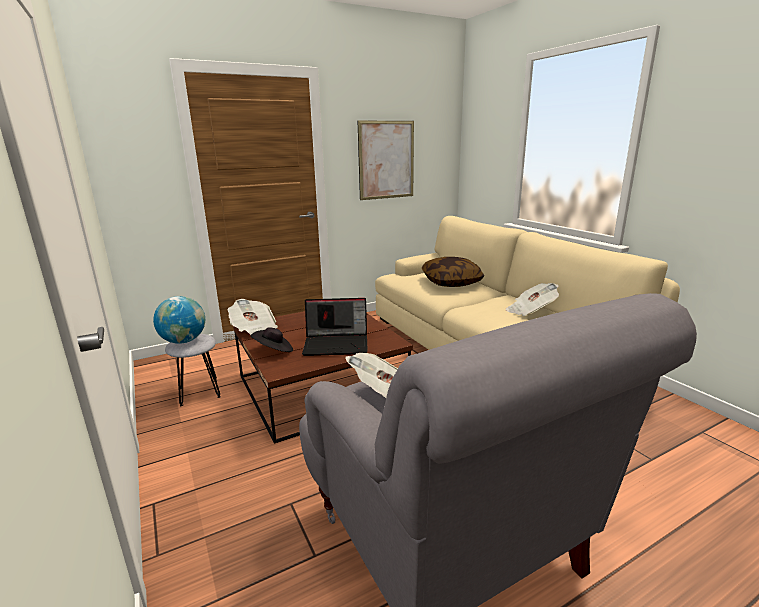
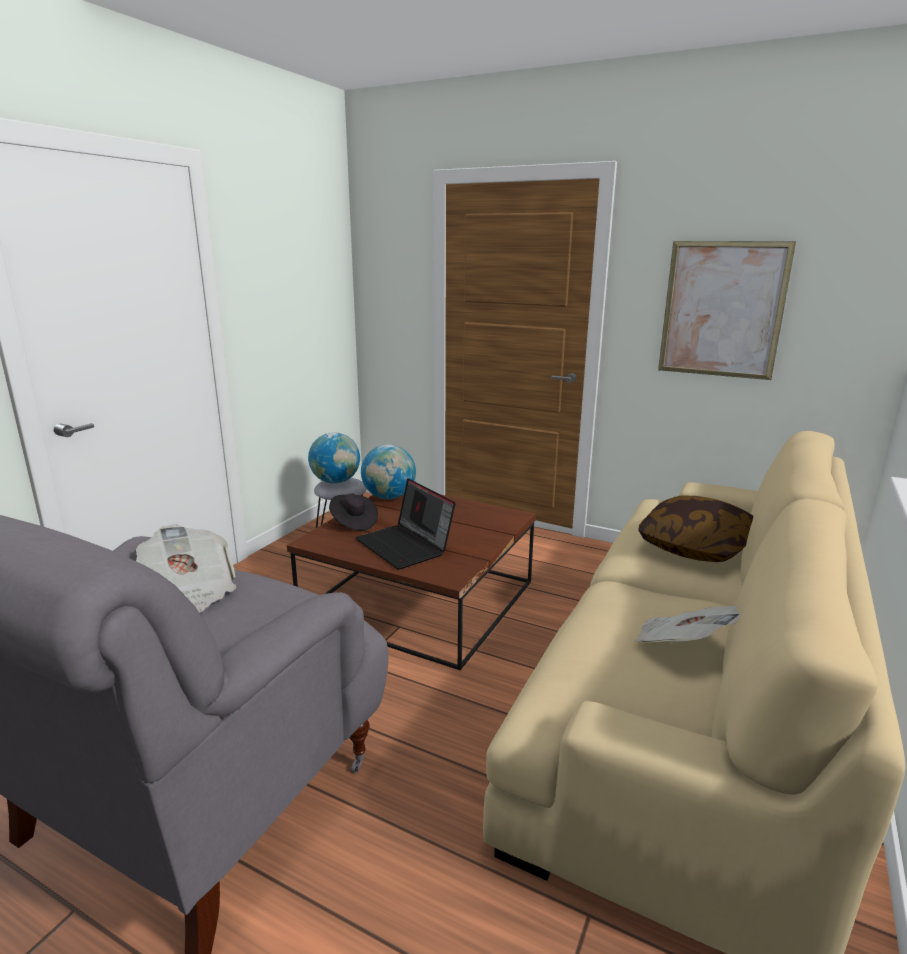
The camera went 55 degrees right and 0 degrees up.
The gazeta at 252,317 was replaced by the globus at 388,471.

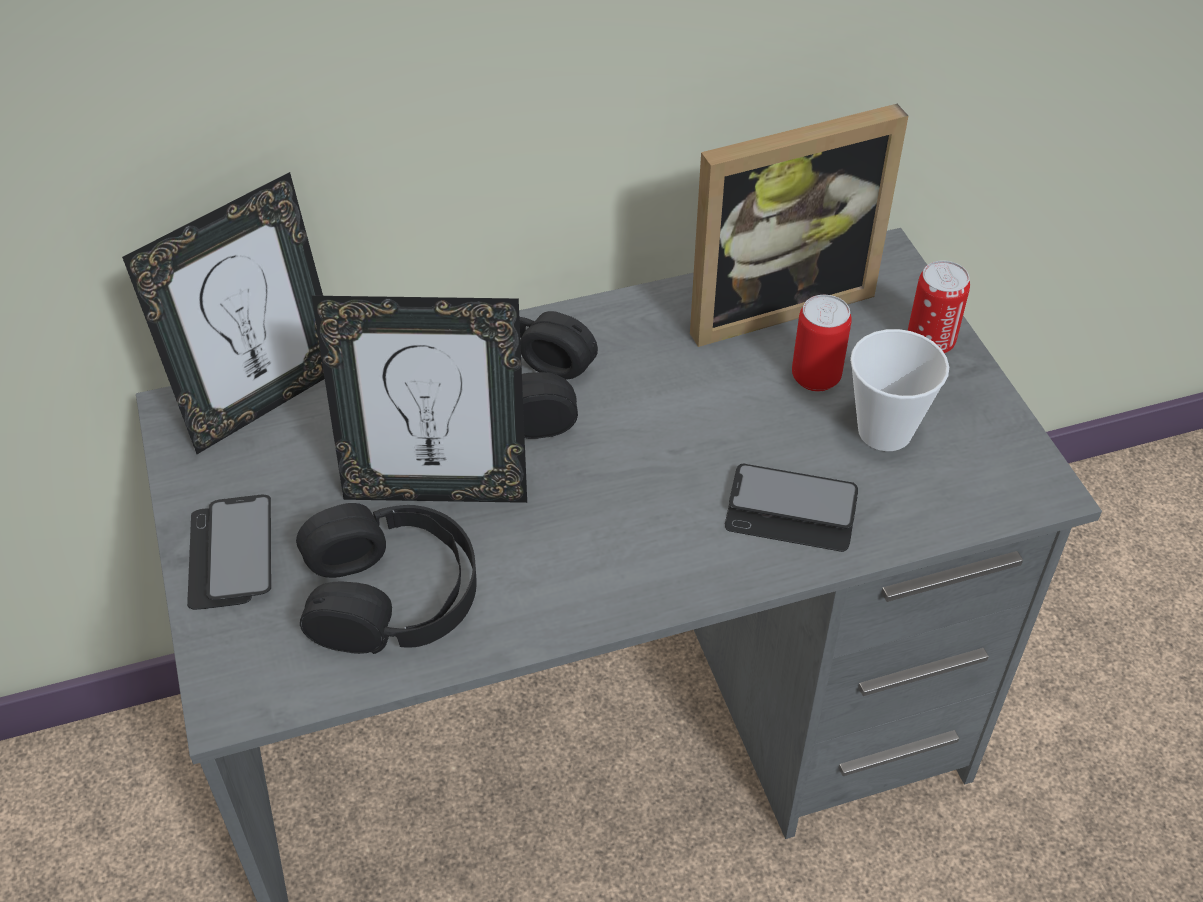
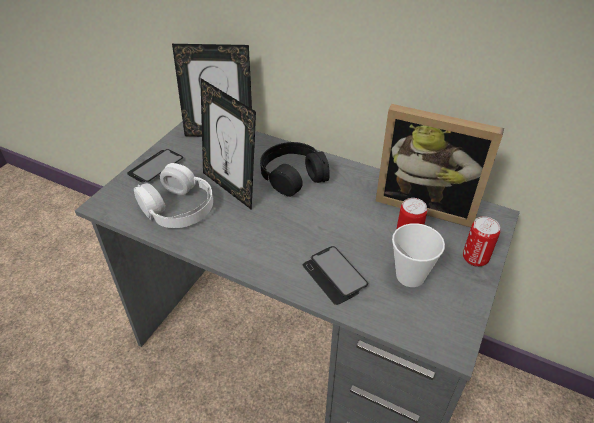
The camera went 45 degrees right and 5 degrees down.
The słuchawki [czarny] at 386,578 became the słuchawki [biały] at 173,195.

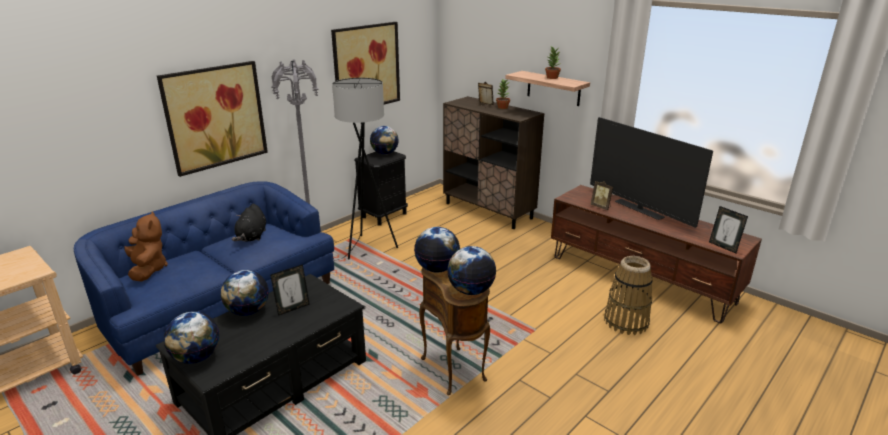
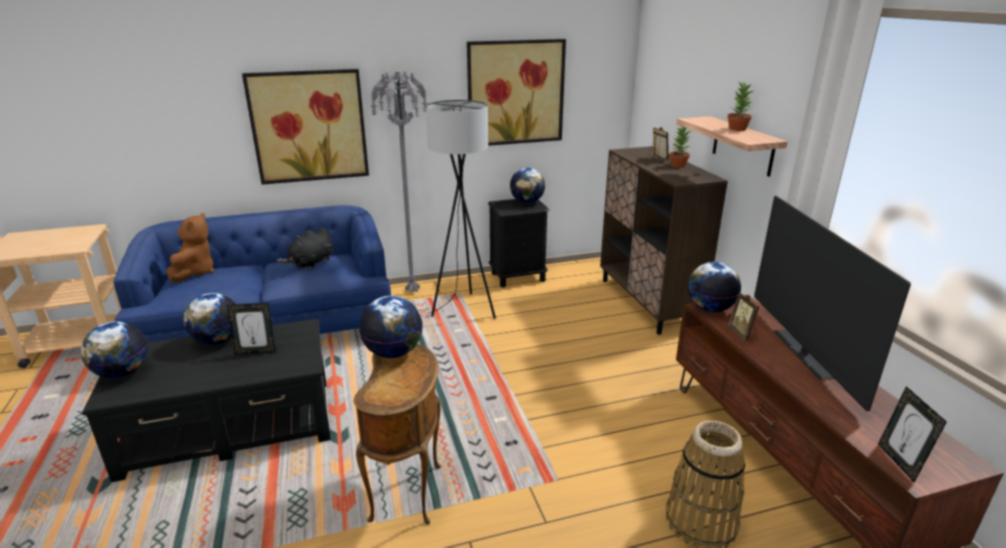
The camera went 30 degrees right and 0 degrees up.
The globus moved from 471,270 to 714,287.

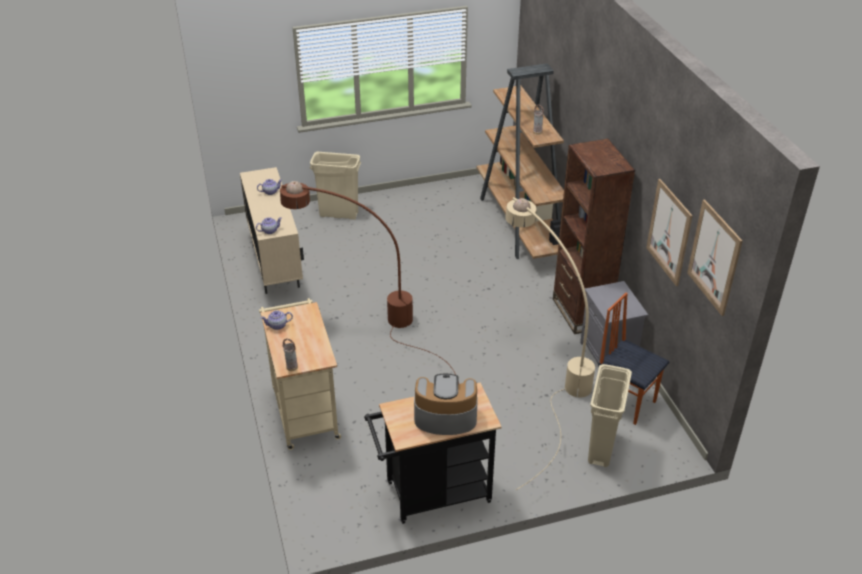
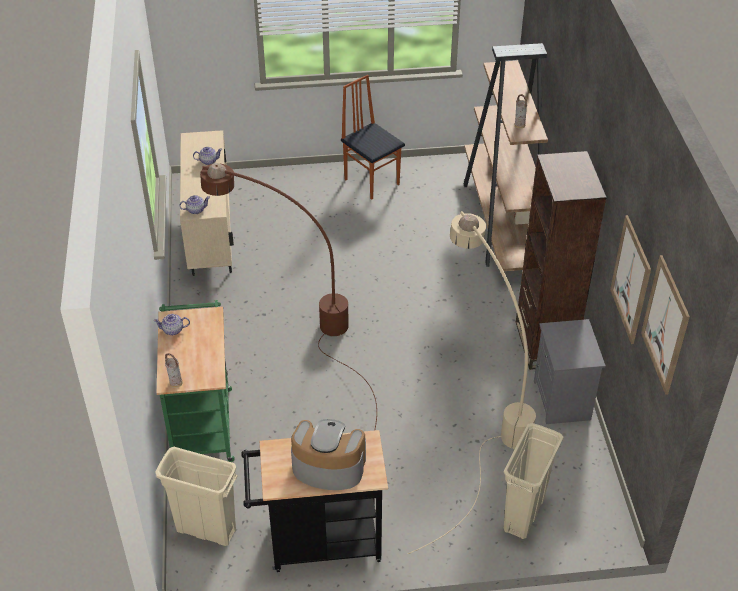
The camera went 10 degrees right and 5 degrees up.
The kosz na śmieci [beżowy] moved from 335,186 to 196,496.
The wózek [beżowy] at 300,374 became the wózek [zielony] at 196,381.
The krzesło moved from 633,359 to 373,137.

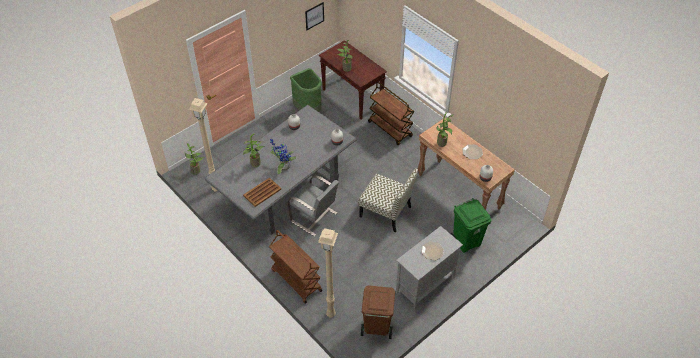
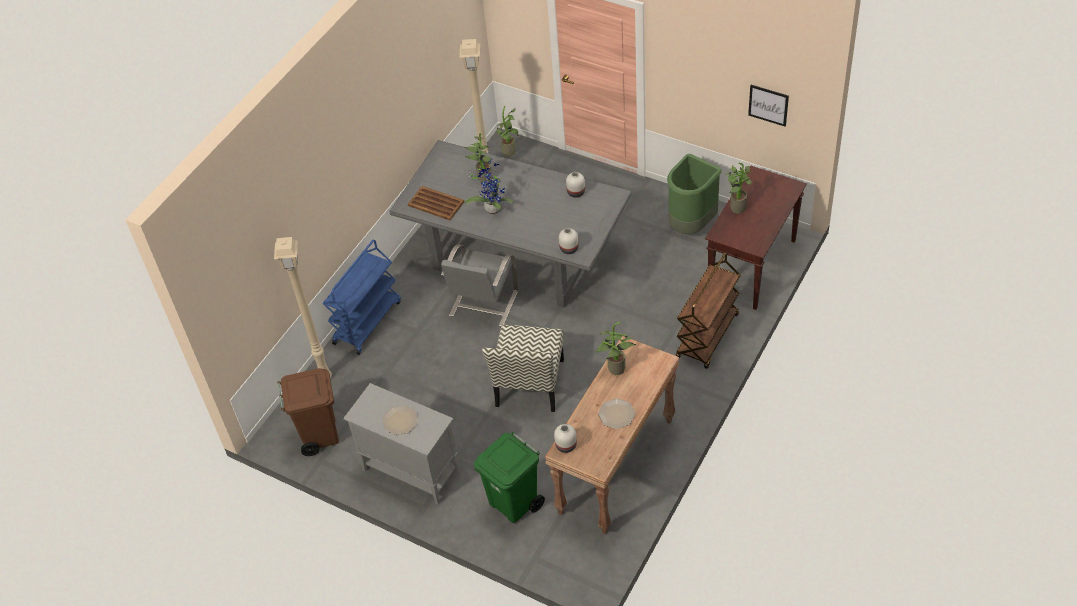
The camera went 75 degrees right and 0 degrees up.
The wózek [brązowy] at 295,267 became the wózek [niebieski] at 362,297.

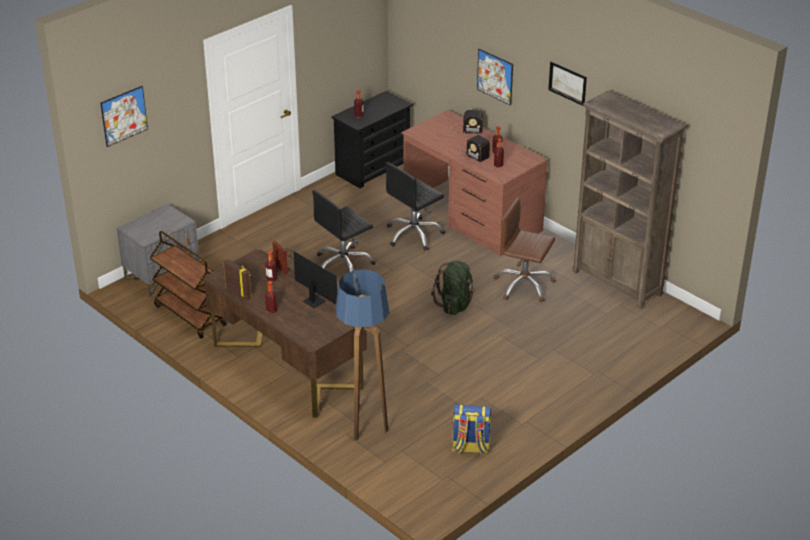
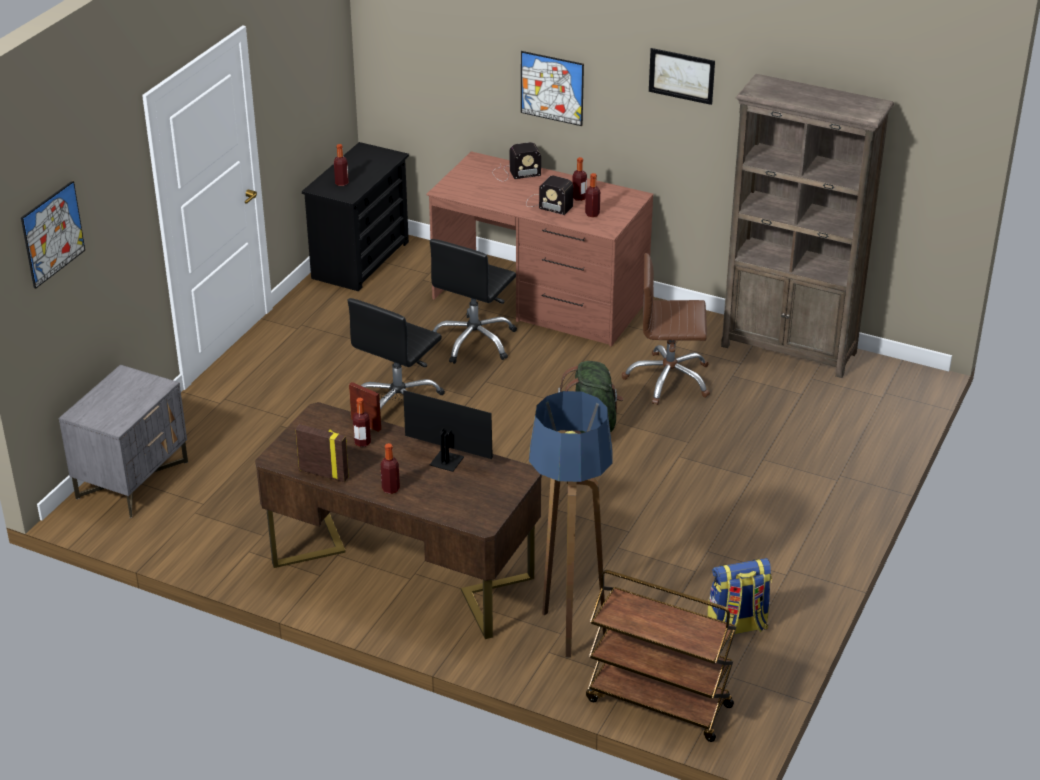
The camera went 20 degrees left and 0 degrees up.
The wózek [brązowy] moved from 188,285 to 661,656.

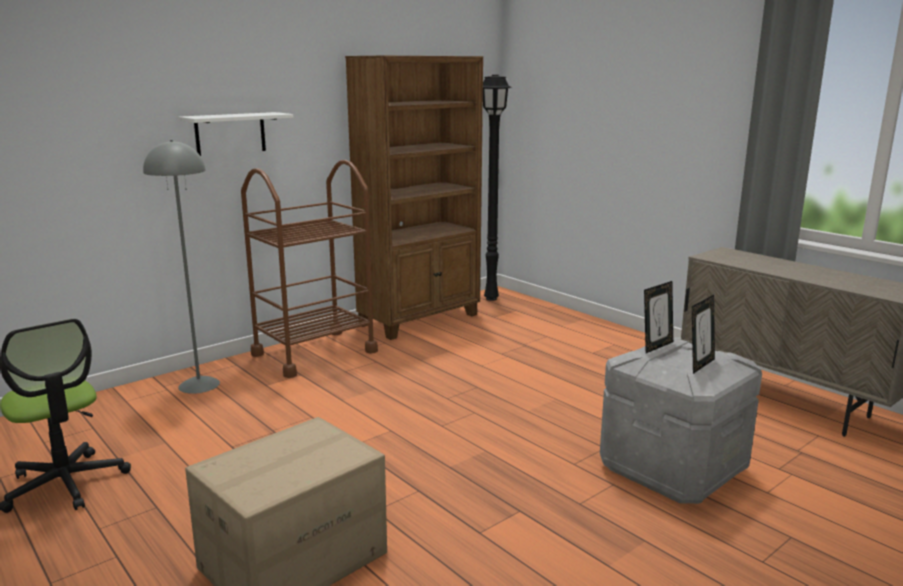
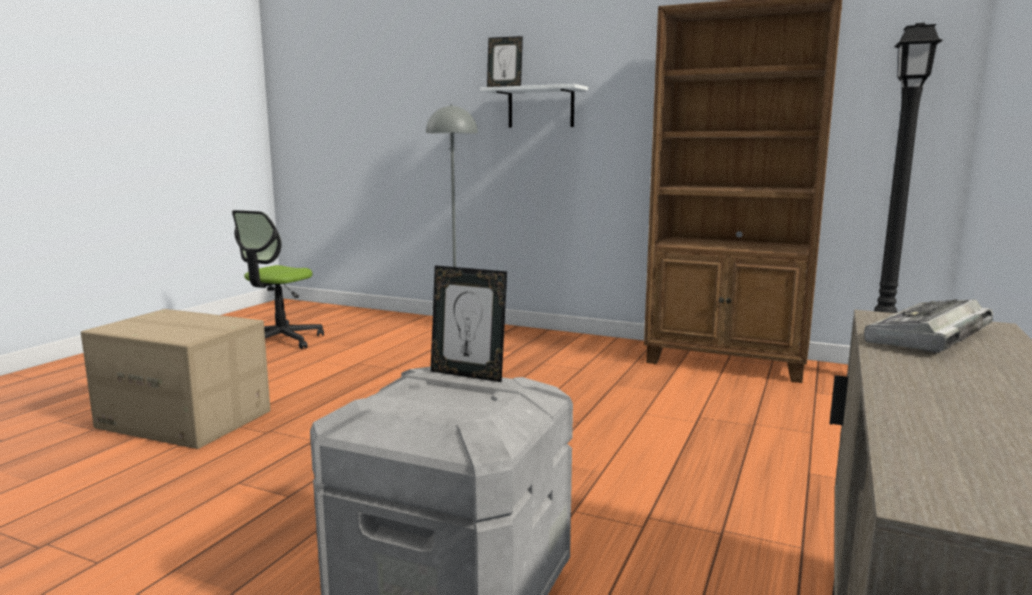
The camera went 65 degrees right and 5 degrees down.
The ramka na zdjęcie moved from 703,334 to 505,61.
The klawiatura at 928,326 appeared.
The wózek [brązowy] at 309,269 disappeared.

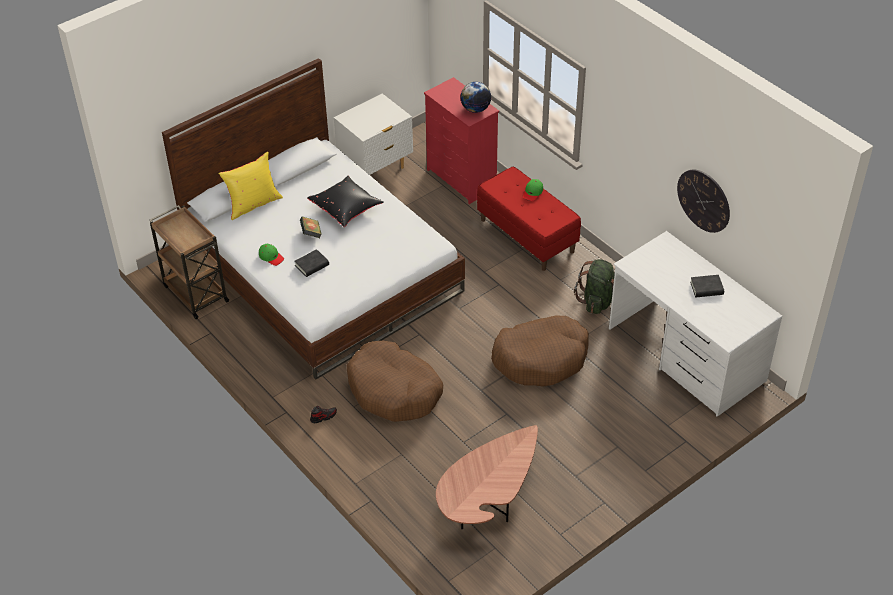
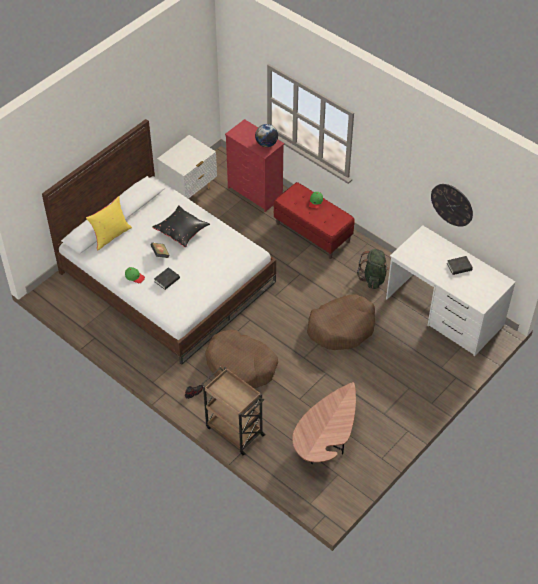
The camera went 10 degrees left and 5 degrees up.
The wózek [brązowy] moved from 189,262 to 233,411.

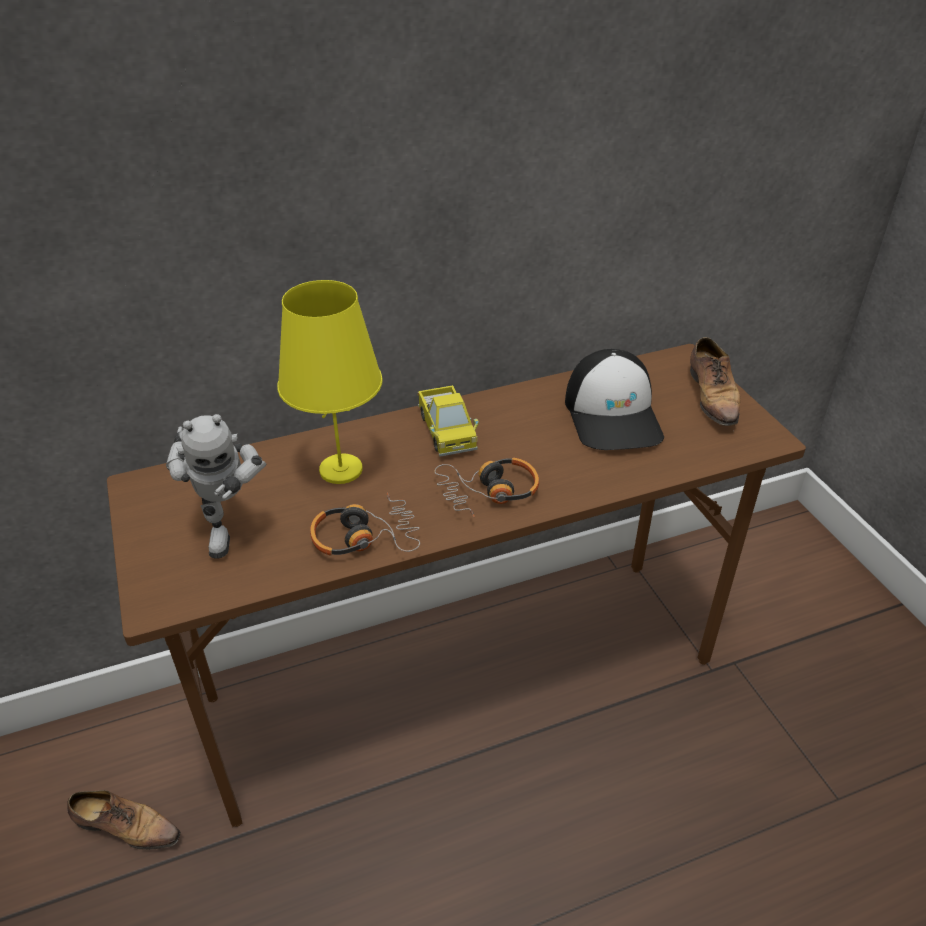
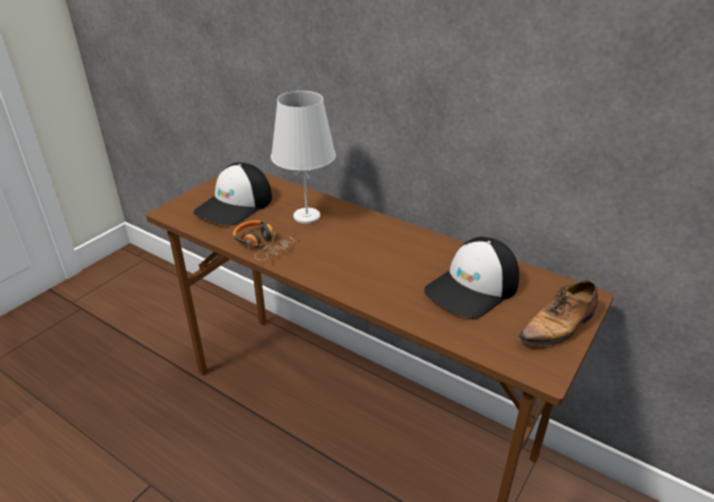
The camera went 55 degrees right and 5 degrees down.
The robot zabawkowy at 216,486 was replaced by the czapka z daszkiem at 232,194.
The lampa stołowa [żółty] at 330,382 became the lampa stołowa [biały] at 303,157.
The but at 124,820 disappeared.
The ciężarówka zabawkowa at 448,421 disappeared.
The słuchawki at 486,488 disappeared.

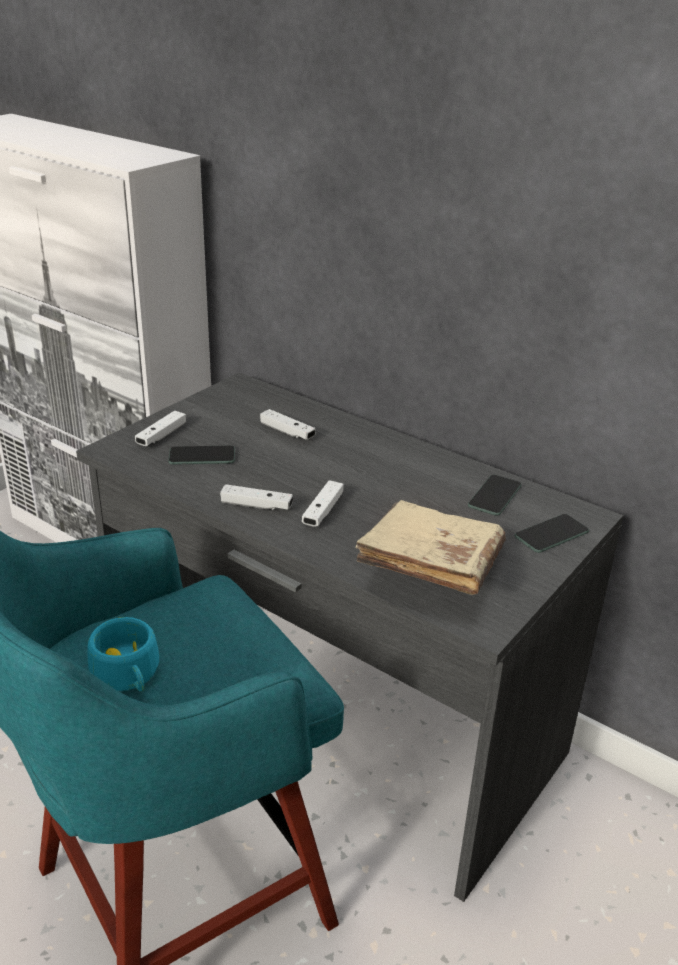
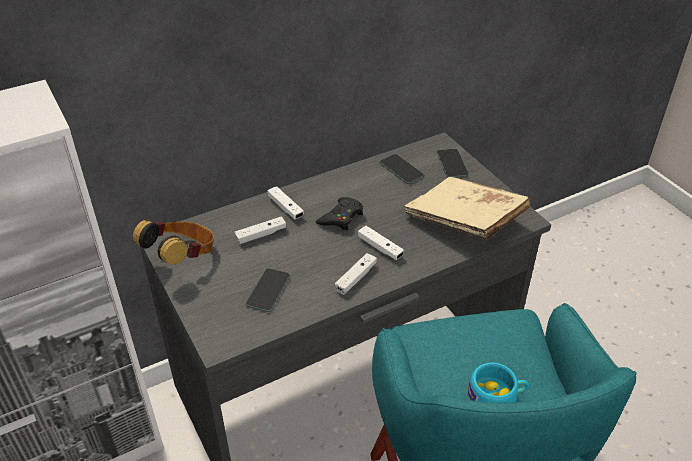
The camera went 65 degrees left and 10 degrees up.
The słuchawki at 173,242 appeared.
The pad do gier [biały] moved from 160,428 to 285,202.
The pad do gier [czarny] at 339,214 appeared.

